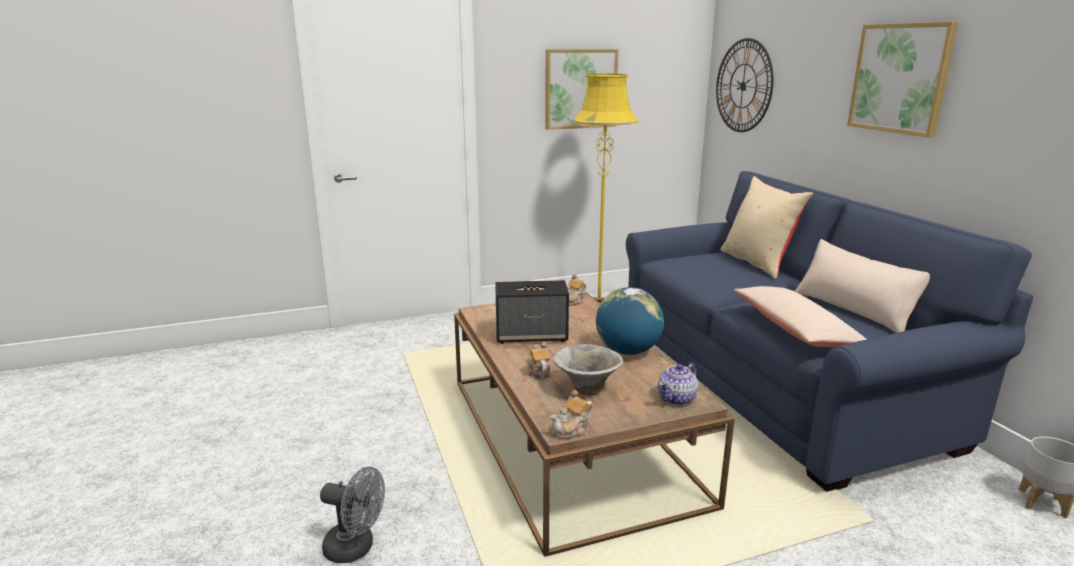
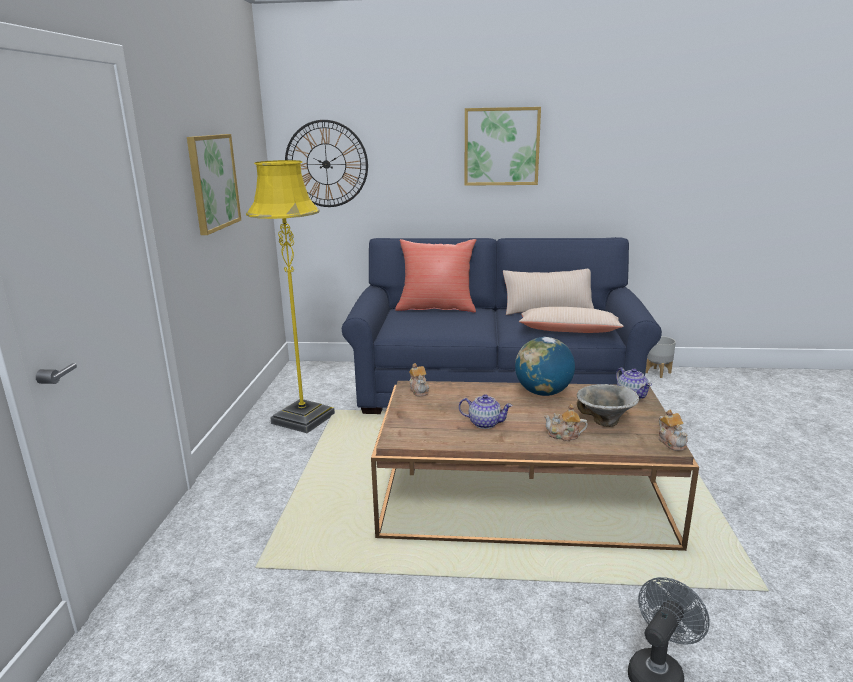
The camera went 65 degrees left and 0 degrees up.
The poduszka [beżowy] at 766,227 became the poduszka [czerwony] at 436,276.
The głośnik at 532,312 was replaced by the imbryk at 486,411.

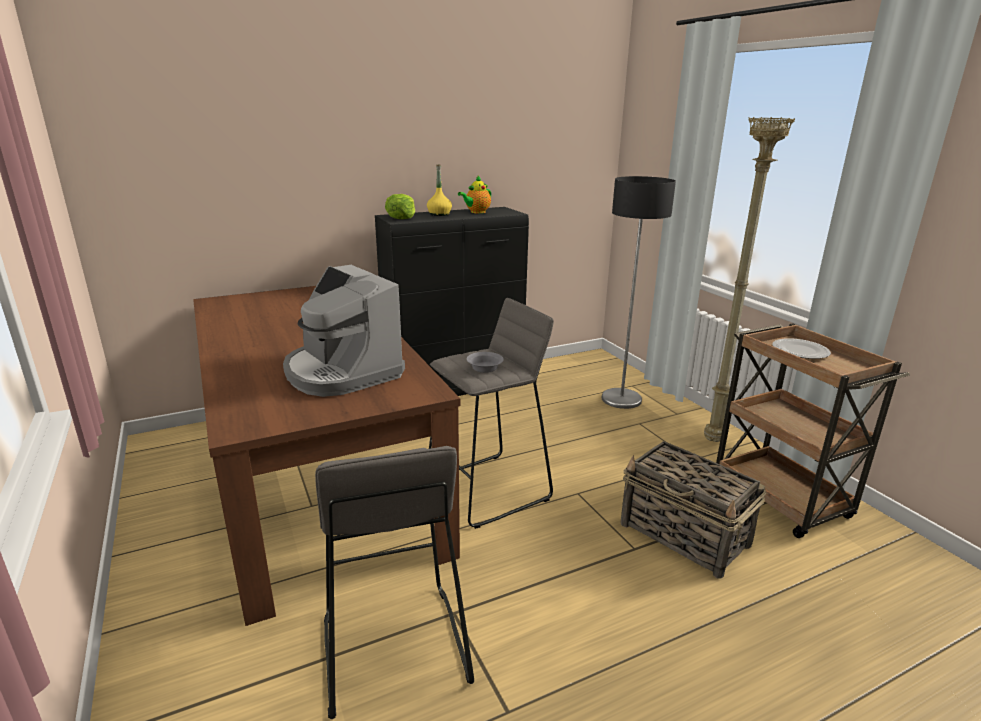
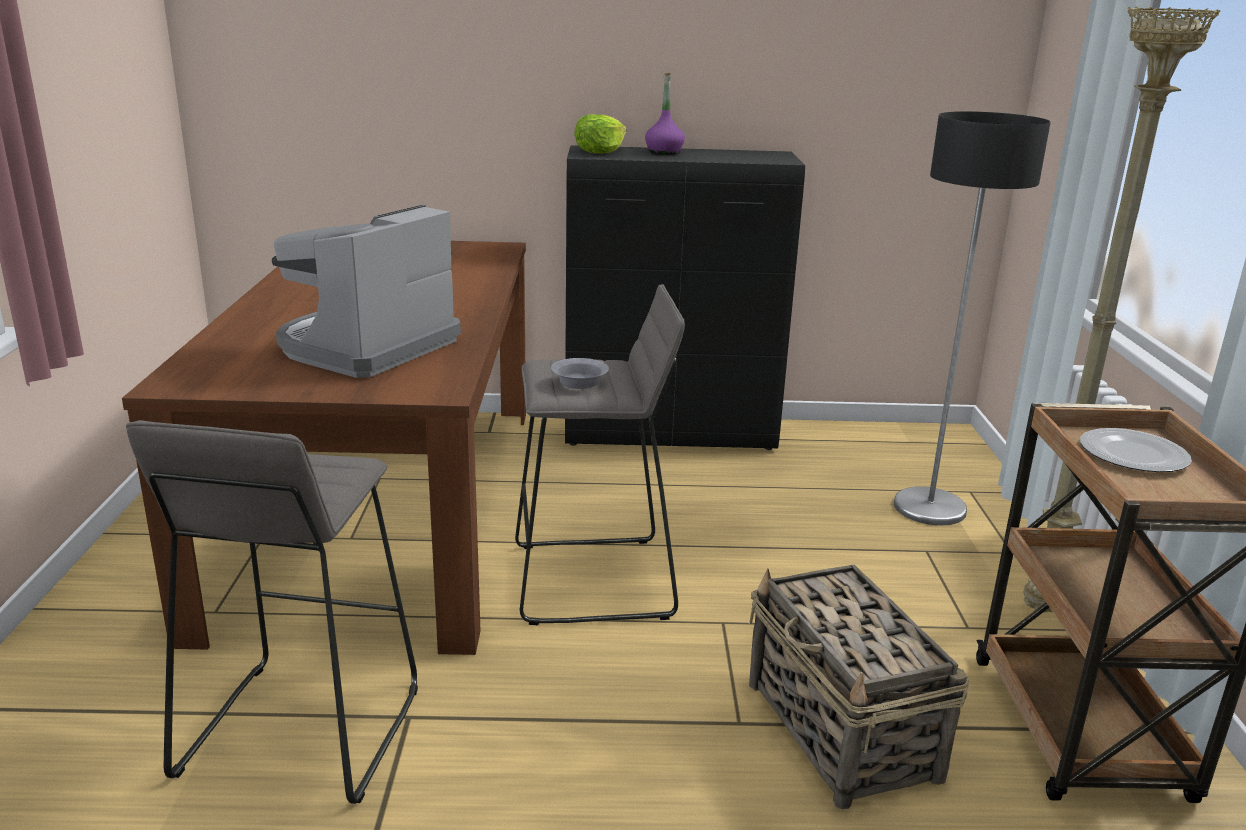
The camera went 25 degrees right and 0 degrees up.
The ekspres do kawy at 344,331 turned 45 degrees clockwise.
The butelka [żółty] at 439,190 became the butelka [fioletowy] at 665,114.
The imbryk at 474,194 disappeared.

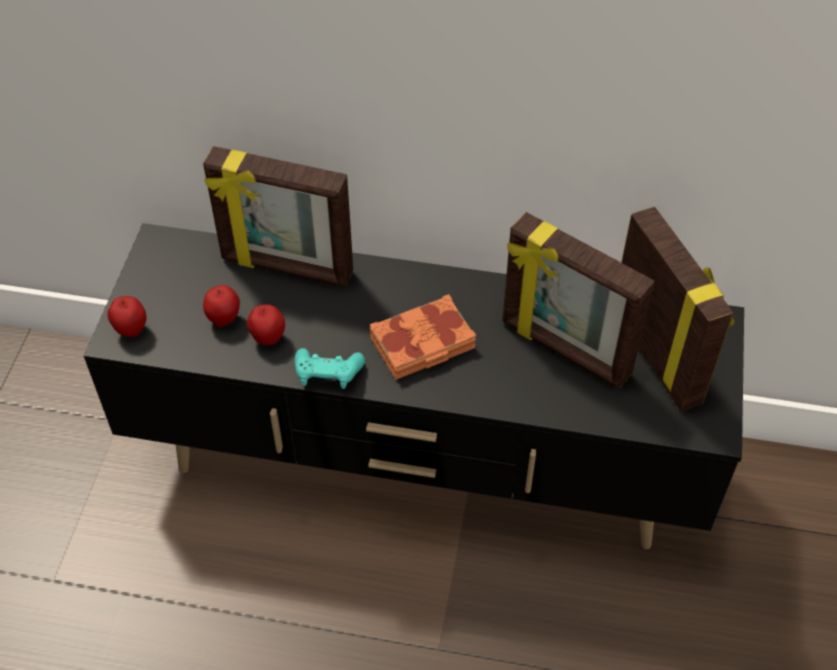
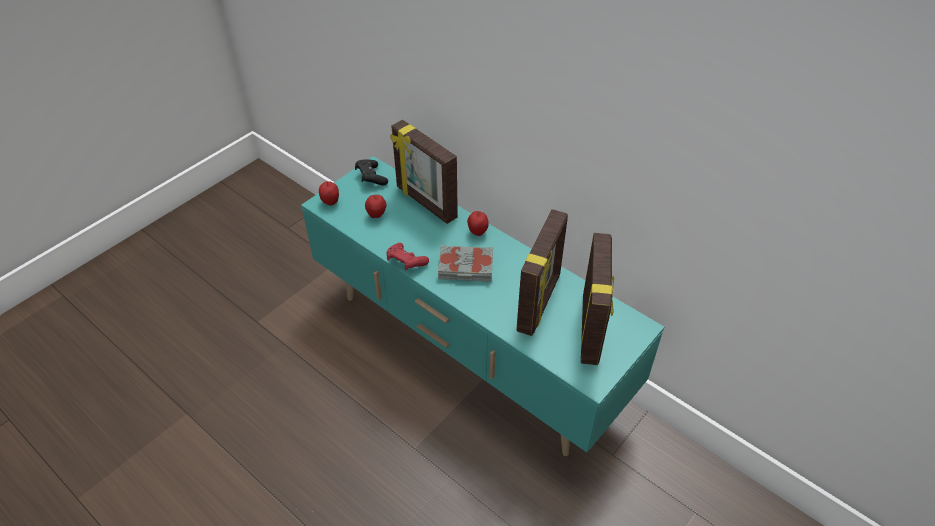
The camera went 30 degrees right and 5 degrees down.
The szafka pod telewizor [czarny] at 414,386 became the szafka pod telewizor [turkusowy] at 482,306.
The pad do gier [czarny] at 371,172 appeared.
The pad do gier [turkusowy] at 330,368 became the pad do gier [czerwony] at 408,256.
The książka [pomarańczowy] at 422,337 became the książka [szary] at 466,263.
The jabłko moved from 266,324 to 478,223.
The ramka na zdjęcie at 578,300 turned 135 degrees counterclockwise.

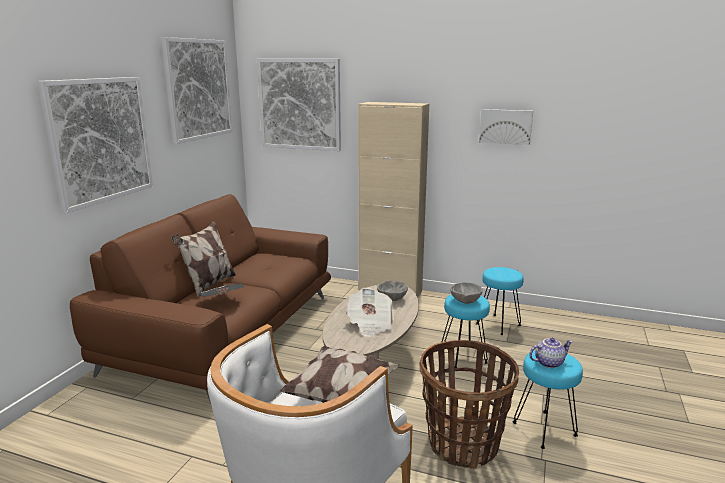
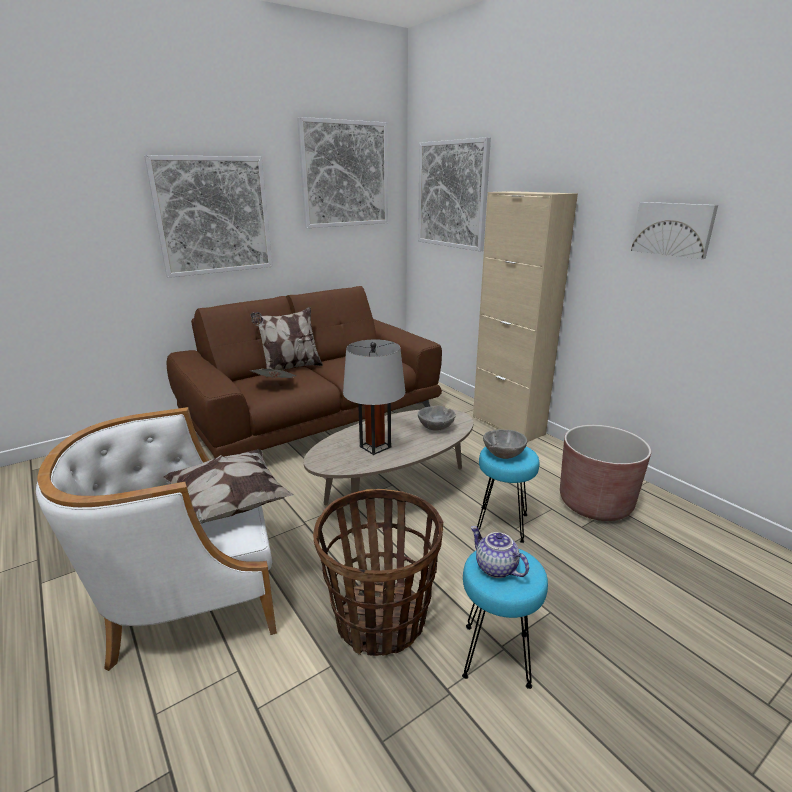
The camera went 35 degrees right and 5 degrees up.
The gazeta at 370,312 was replaced by the lampa stołowa [szary] at 374,397.
The imbryk at 550,353 turned 150 degrees counterclockwise.
The stołek [turkusowy] at 500,301 was replaced by the donica [brązowy] at 605,473.

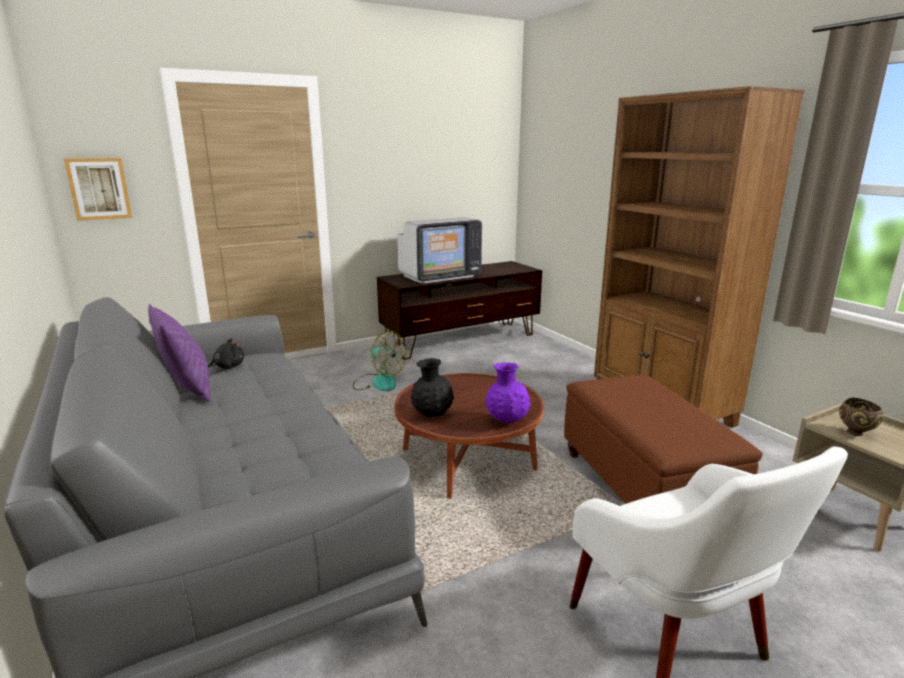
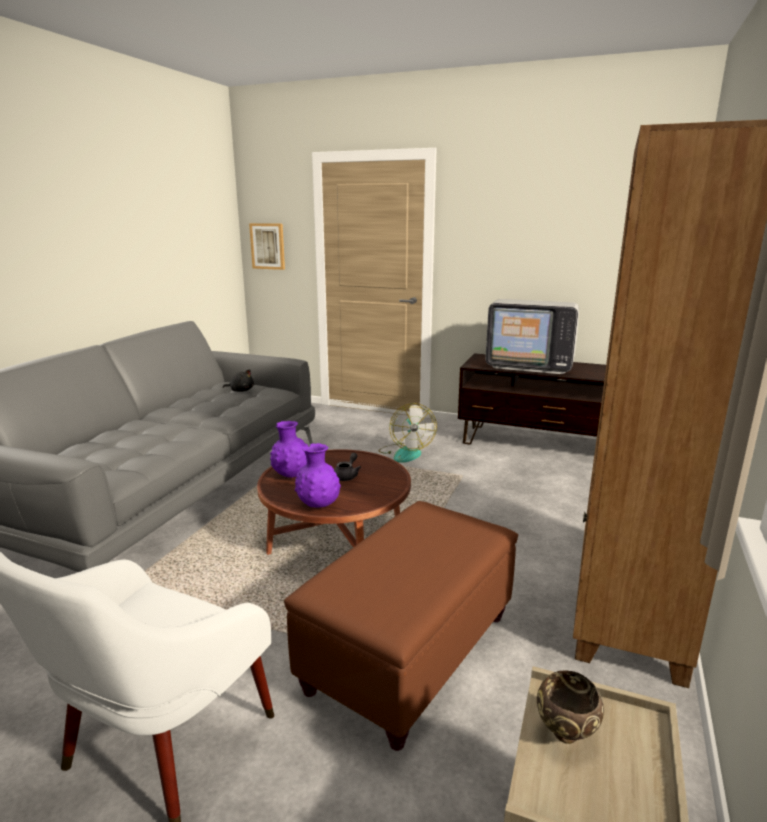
The camera went 50 degrees right and 0 degrees up.
The wazon [czarny] at 432,387 became the wazon [fioletowy] at 289,449.
The imbryk [szary] at 347,467 appeared.
The poduszka [fioletowy] at 179,353 disappeared.

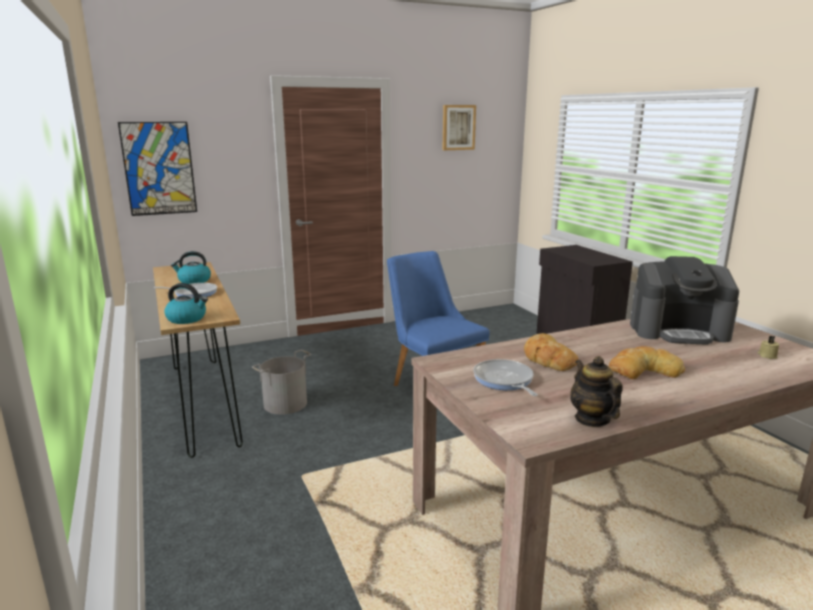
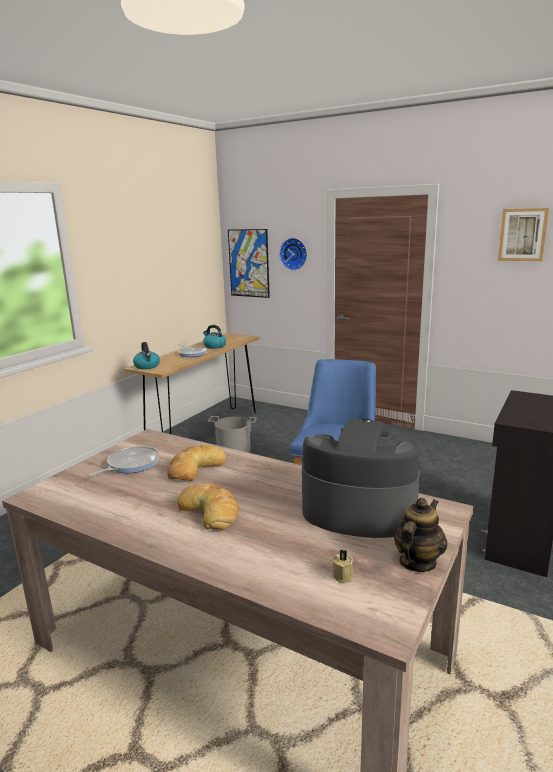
The camera went 55 degrees right and 0 degrees up.
The zegar ścienny at 293,254 appeared.
The ekspres do kawy at 684,300 turned 135 degrees clockwise.
The imbryk moved from 596,391 to 420,535.

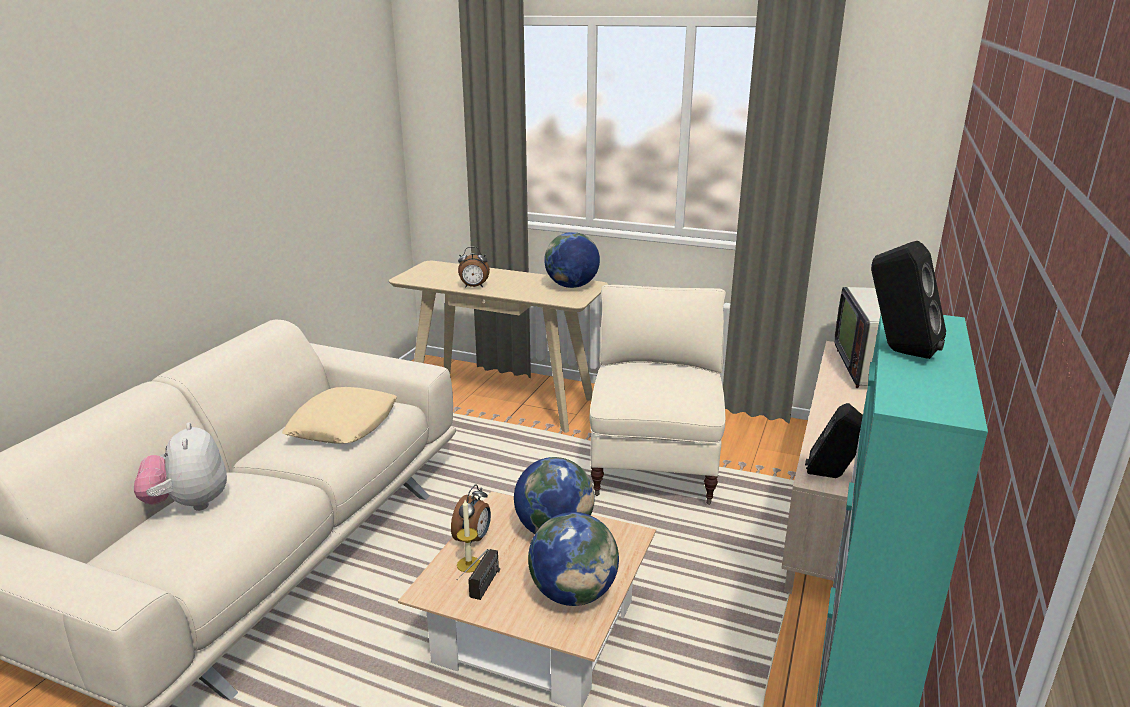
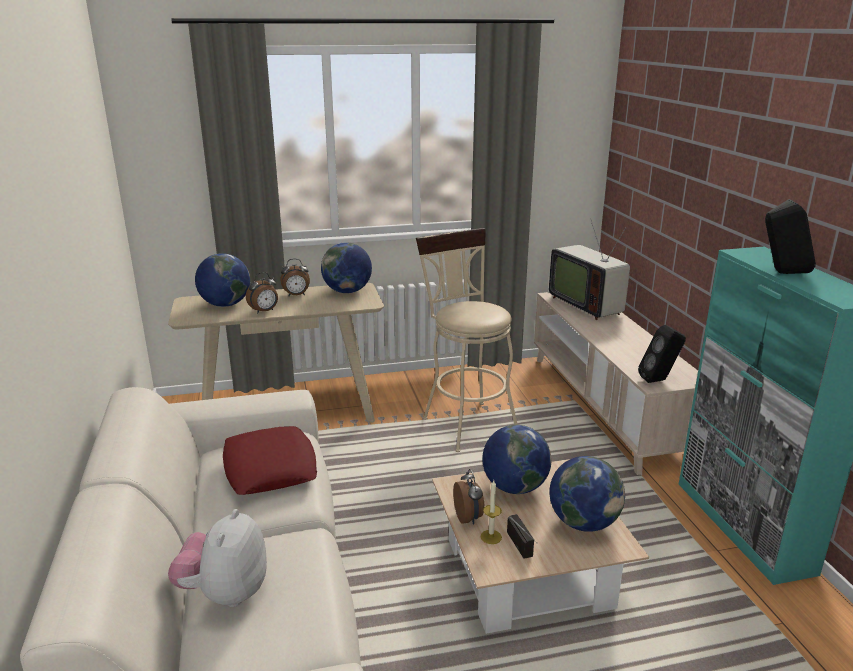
The camera went 35 degrees left and 0 degrees up.
The pluszak at 180,466 turned 60 degrees clockwise.
The globus at 222,280 appeared.
The poduszka [beżowy] at 339,415 became the poduszka [czerwony] at 270,460.
The budzik at 295,277 appeared.
The fotel [beżowy] at 657,395 was replaced by the stołek [beżowy] at 467,340.

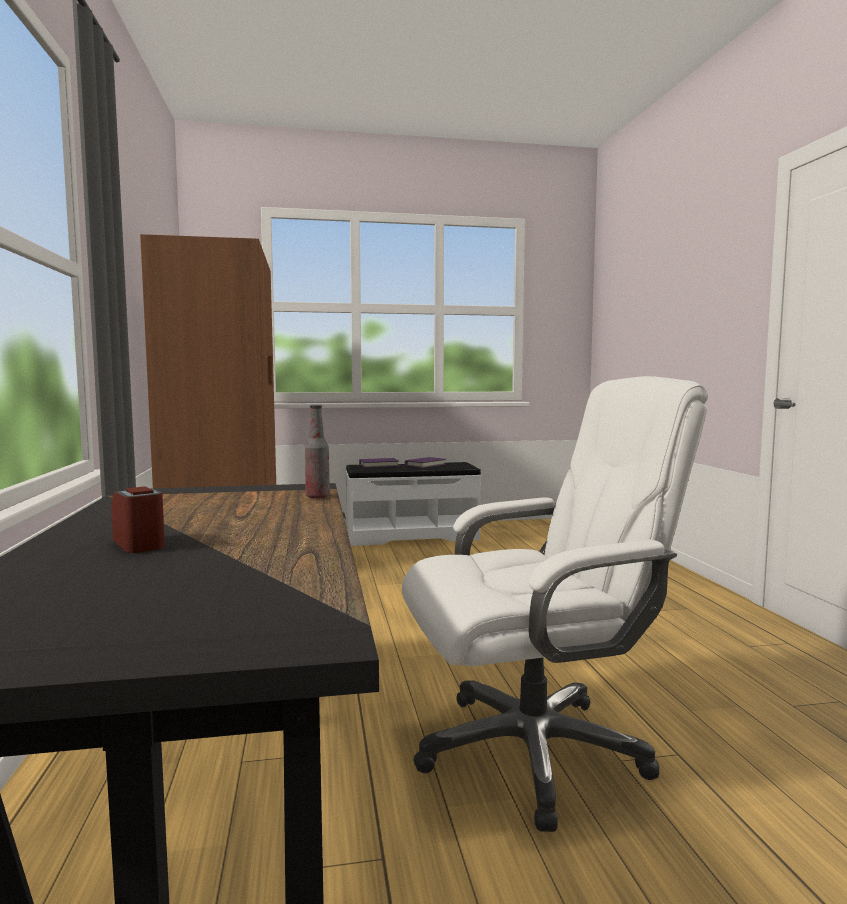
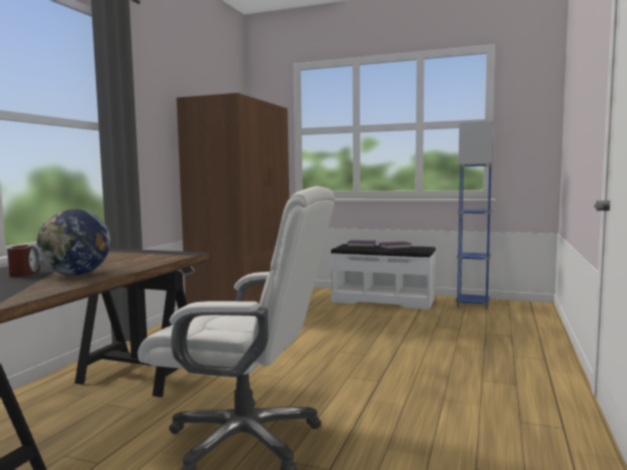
The camera went 30 degrees right and 0 degrees up.
The globus at 74,242 appeared.
The lampa stojąca [niebieski] at 475,215 appeared.
The butelka at 317,452 disappeared.

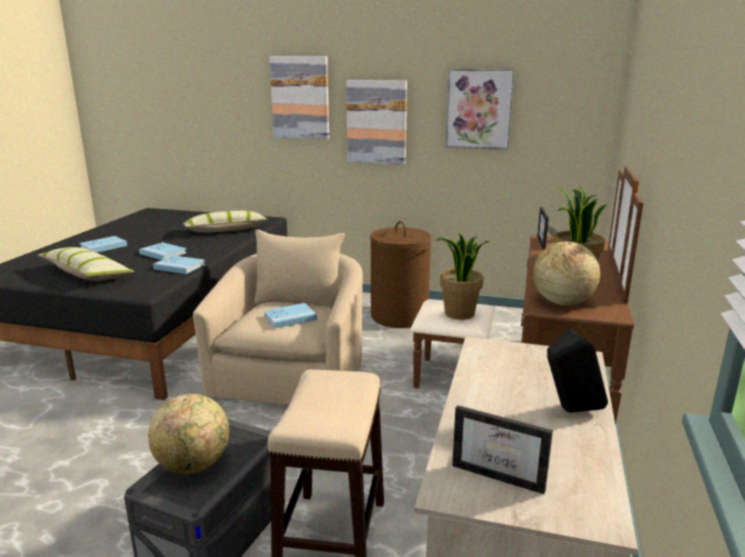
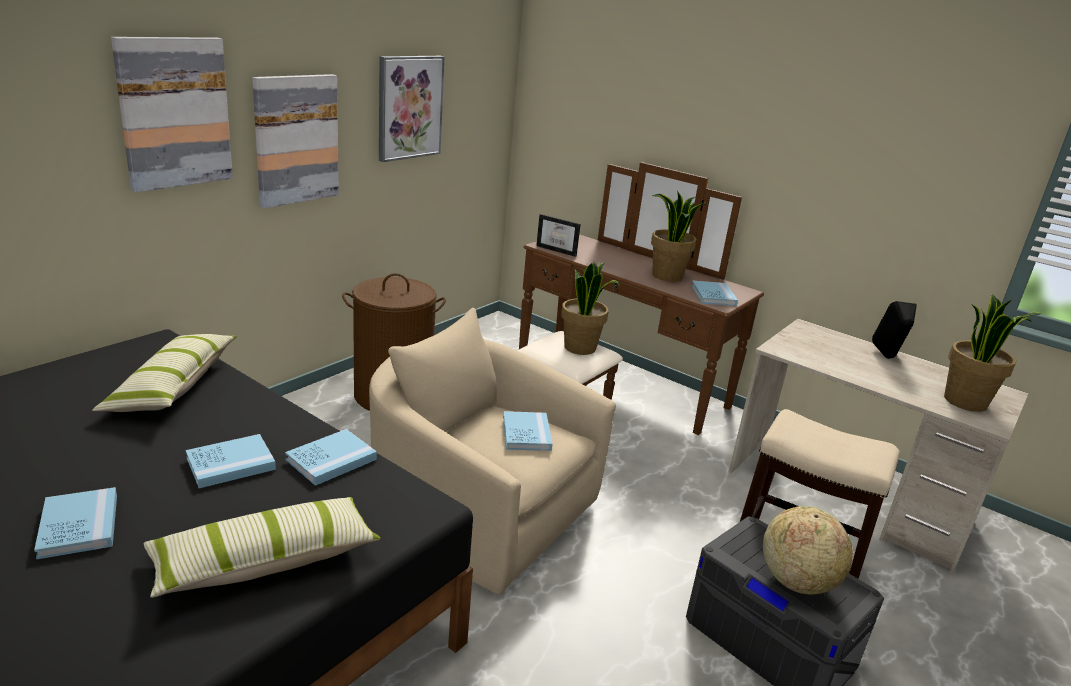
The camera went 70 degrees left and 5 degrees up.
The globus at 566,273 was replaced by the książka [niebieski] at 714,293.
The ramka na zdjęcie at 502,449 was replaced by the roślina doniczkowa at 992,353.

